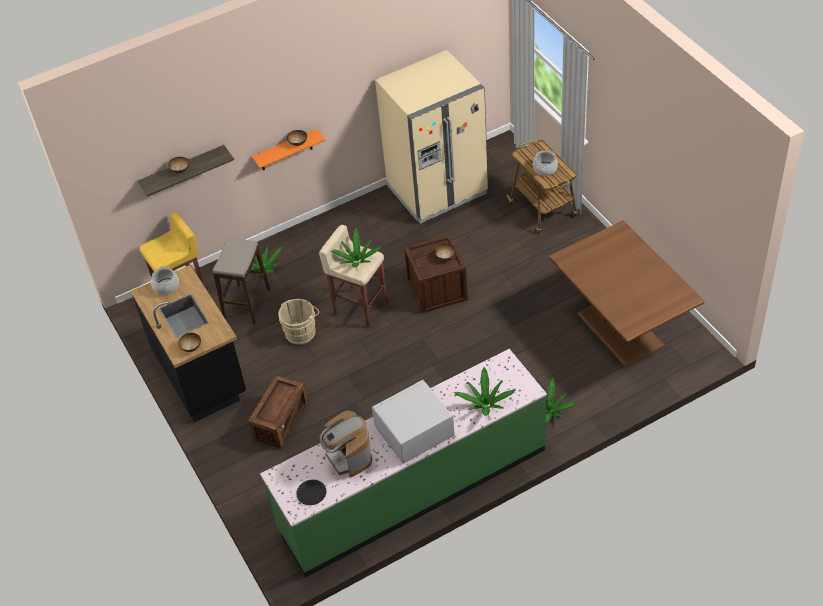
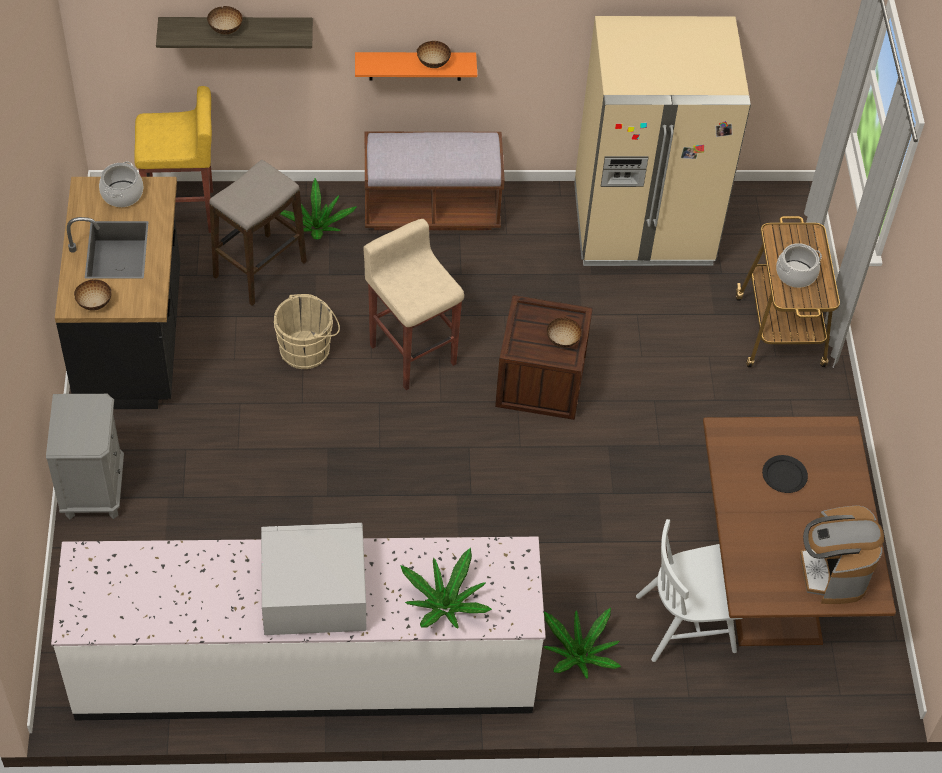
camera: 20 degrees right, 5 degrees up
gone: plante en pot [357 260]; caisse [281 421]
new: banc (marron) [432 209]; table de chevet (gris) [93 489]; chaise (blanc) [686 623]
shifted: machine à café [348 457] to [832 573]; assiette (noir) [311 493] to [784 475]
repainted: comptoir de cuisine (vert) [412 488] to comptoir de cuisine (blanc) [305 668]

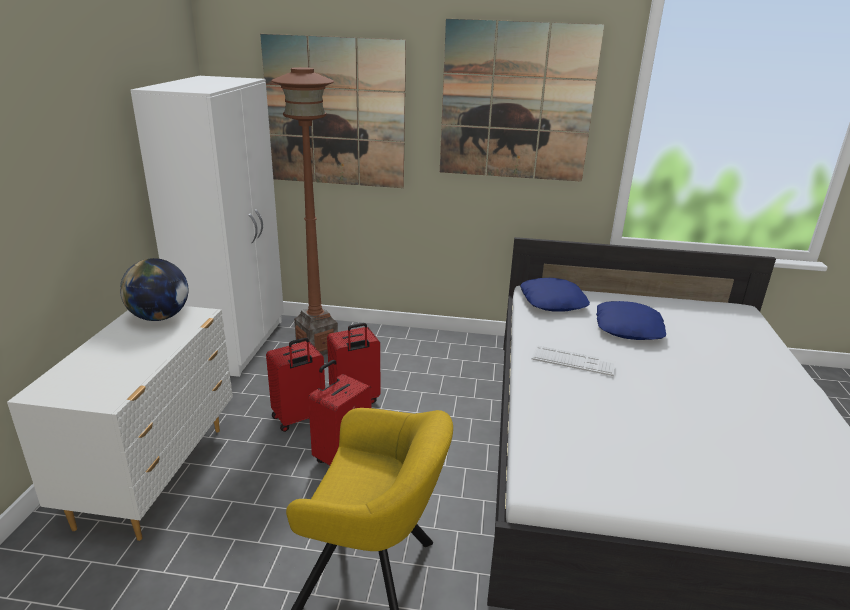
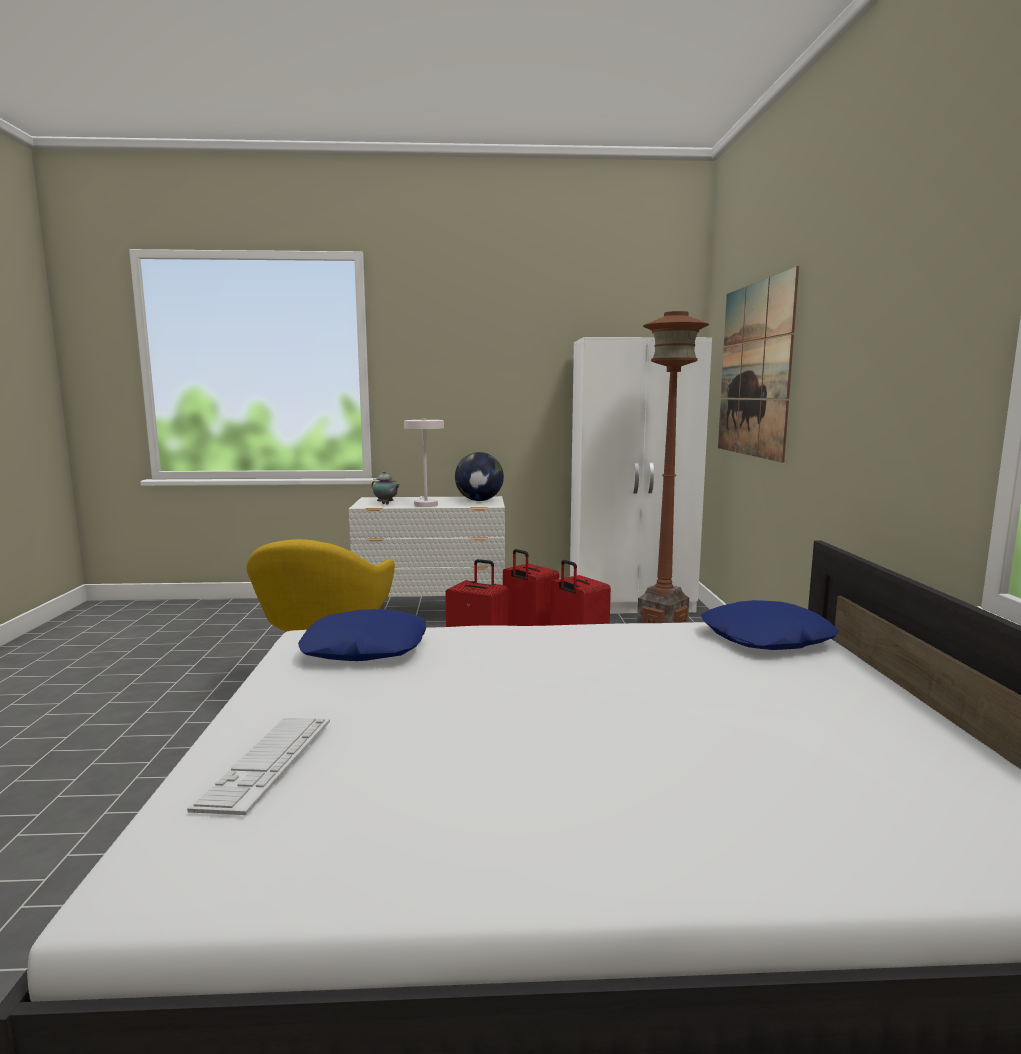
camera: 80 degrees right, 15 degrees down
gone: tableau [516 102]
new: lampe de table (blanc) [425 504]; théière [386 504]
shifted: coussin (bleu) [629 328] to [365 649]; clavier [573 361] to [267 763]

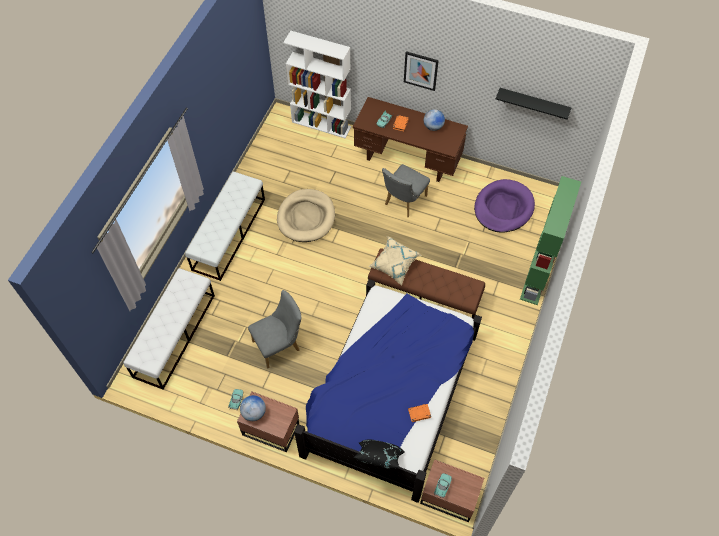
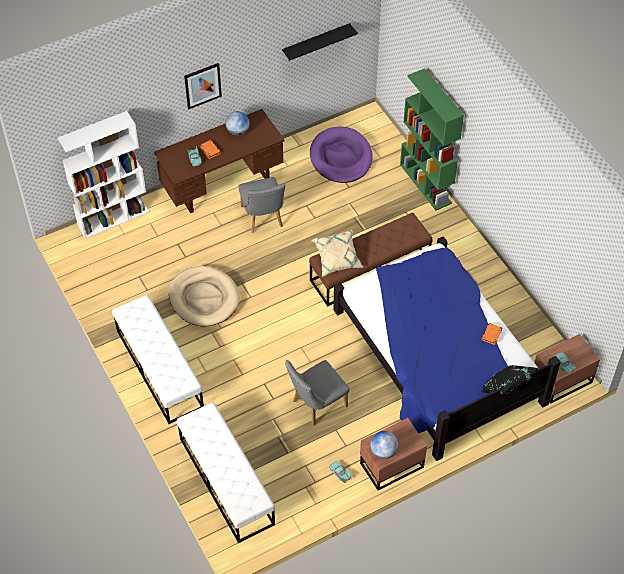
camera: 50 degrees left, 5 degrees down
rotated: chaise (gris) [279 345] = [316 405] 135 degrees counterclockwise

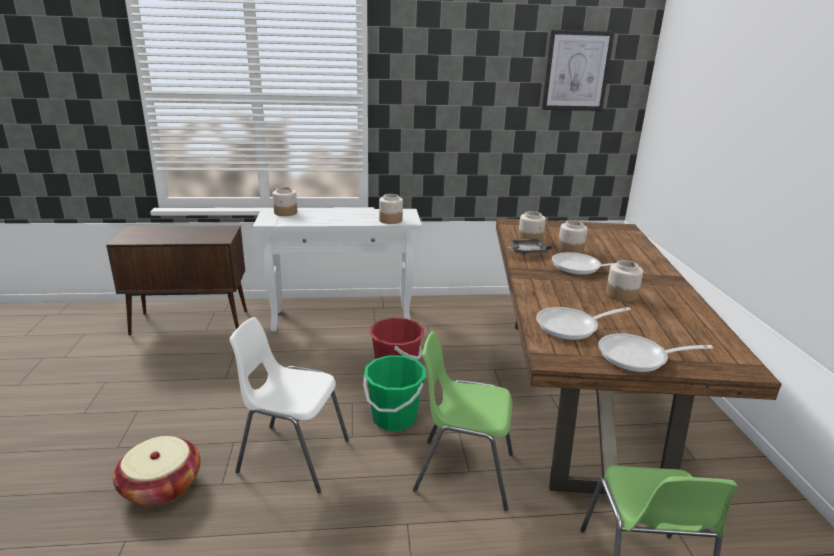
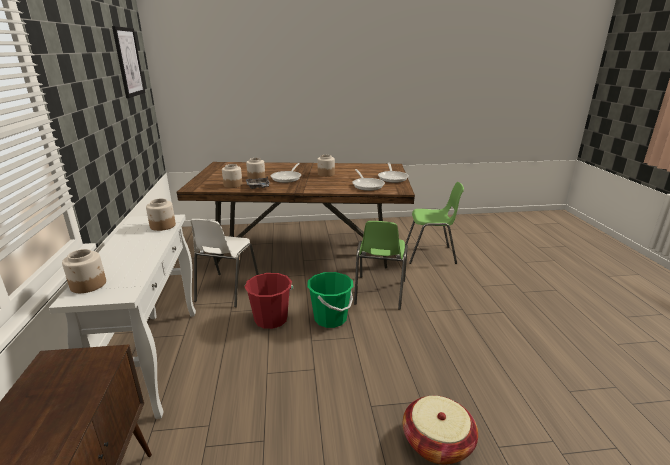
camera: 90 degrees left, 0 degrees up
shifted: chaise (blanc) [293 456] to [227 290]

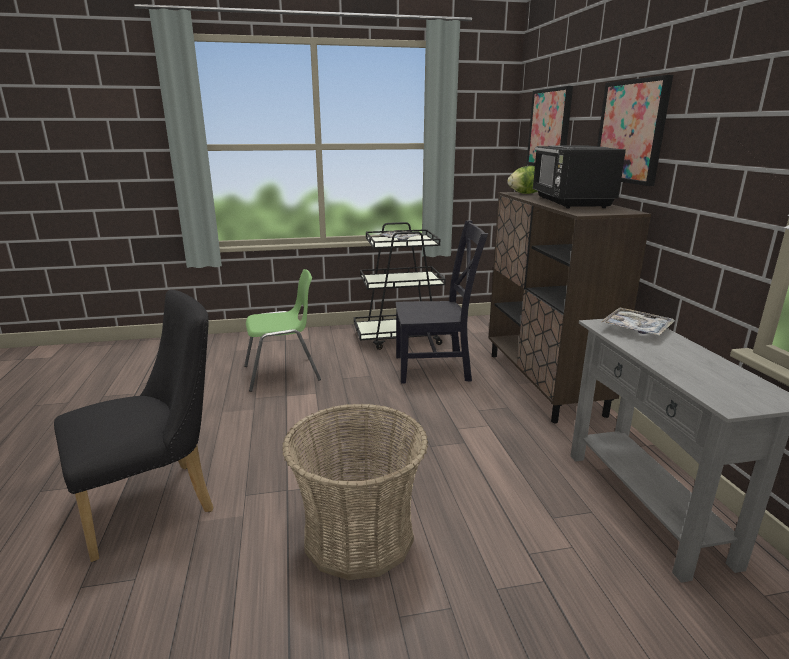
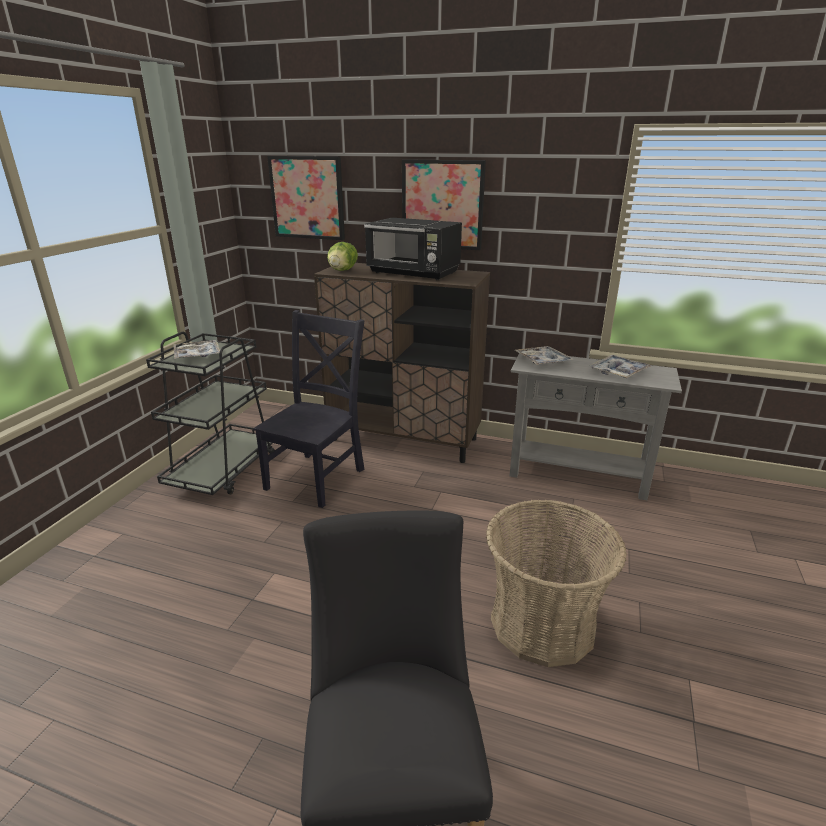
camera: 60 degrees left, 5 degrees up
gone: chaise (vert) [283 373]
new: plateau [618 372]

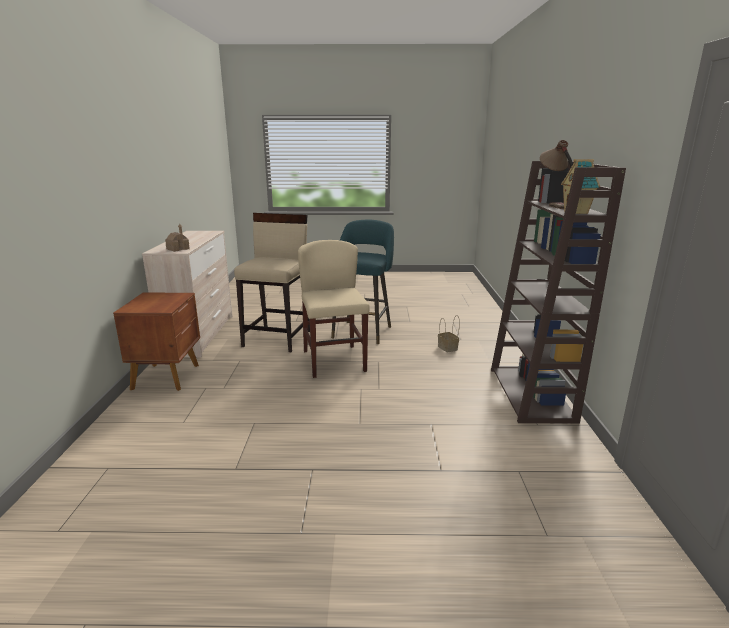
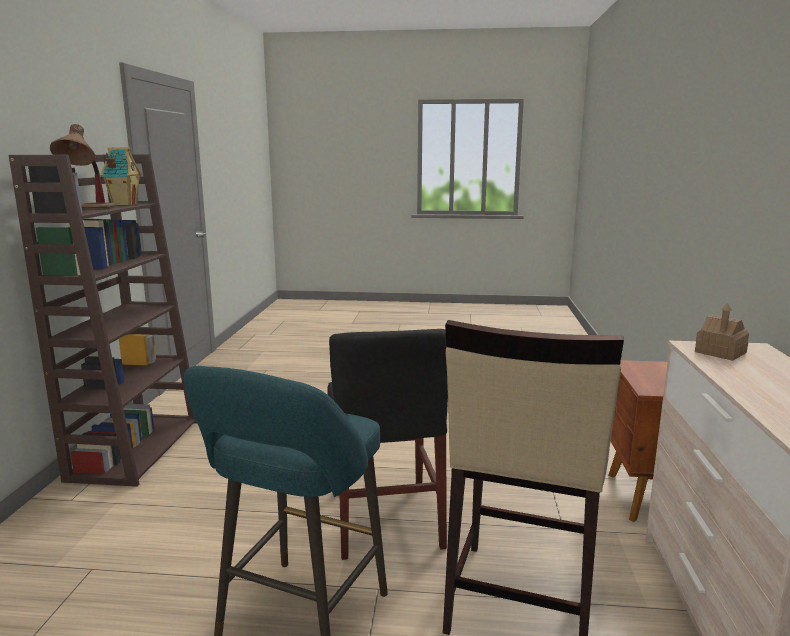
camera: 175 degrees left, 5 degrees down
gone: panier [448 348]
repainted: chaise (beige) [334 361] to chaise (noir) [385 518]

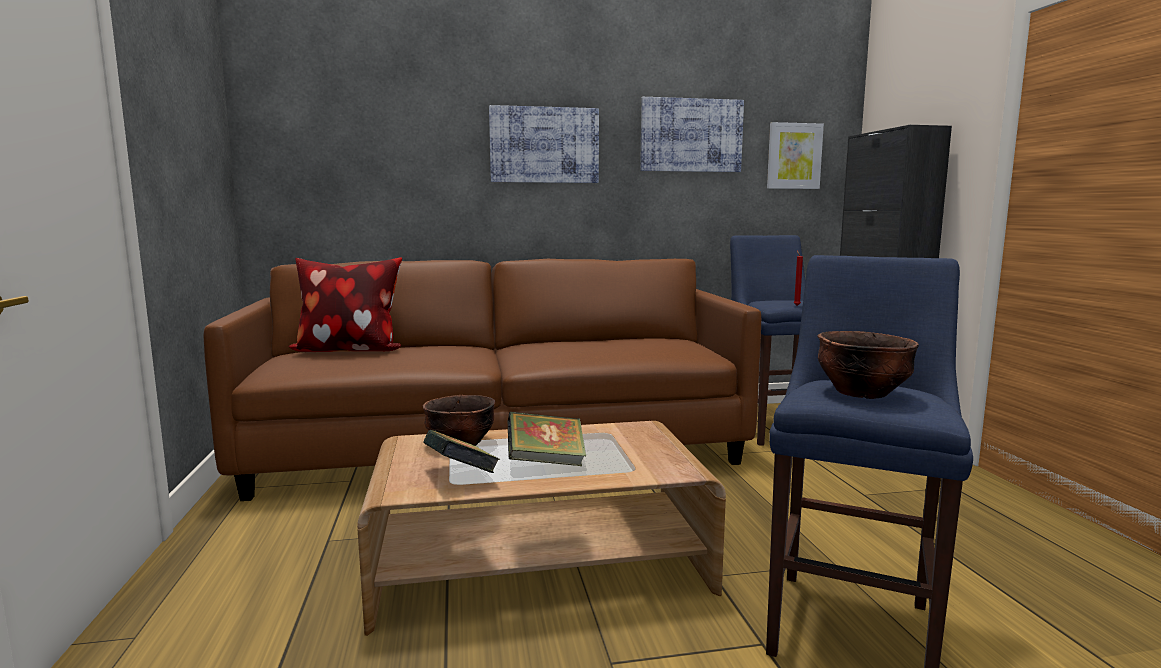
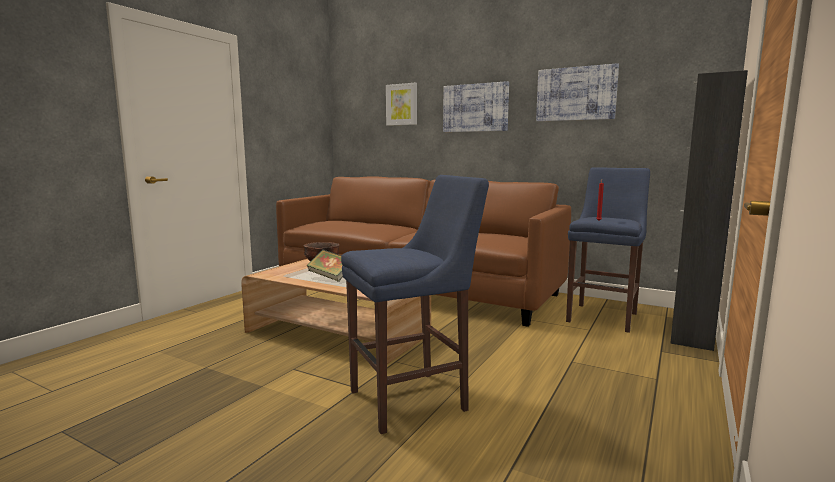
camera: 40 degrees right, 0 degrees up
gone: coussin [348 351]; bol (marron) [861 393]; livre [461 476]
shifted: tableau [794 156] to [401 104]

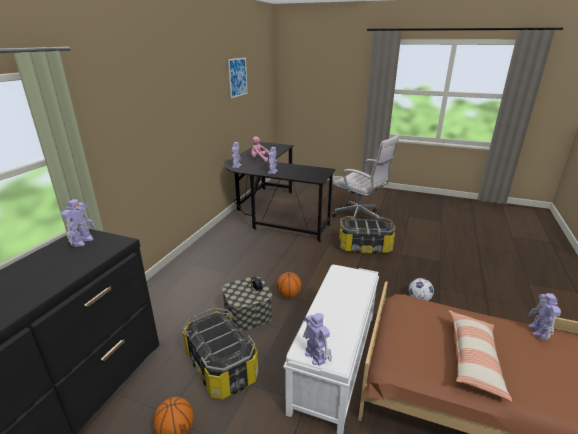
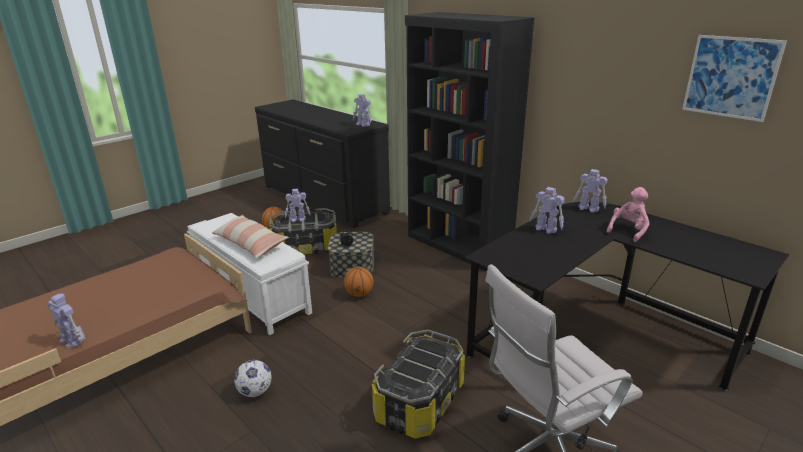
camera: 115 degrees right, 0 degrees up
new: bibliothèque (noir) [458 245]
shifted: coussin [474 359] to [250 244]; robot jouet [315 355] to [298 219]

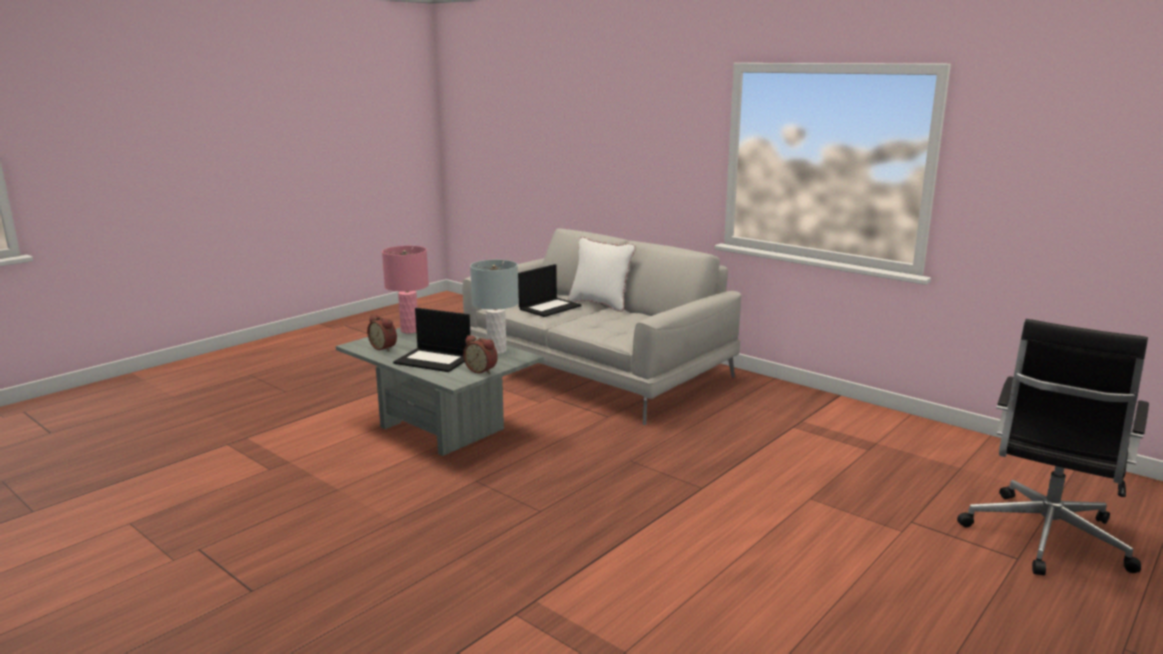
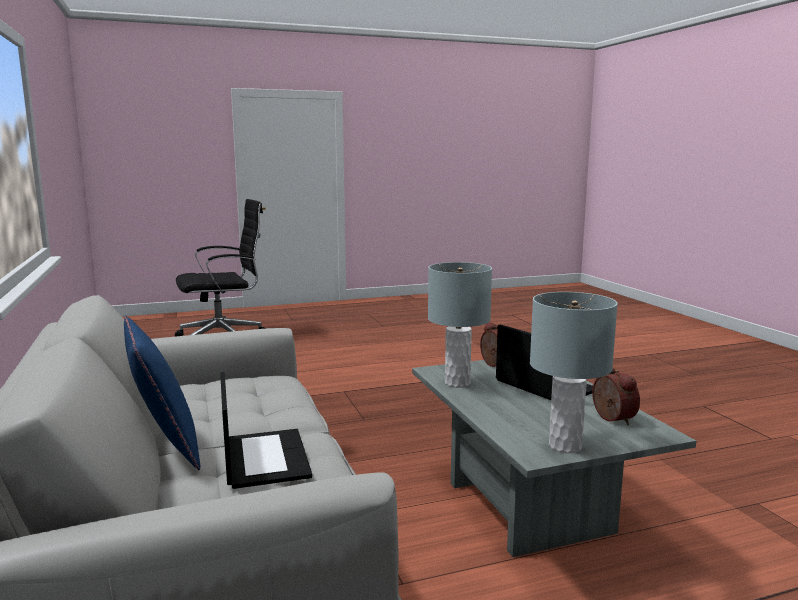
camera: 150 degrees left, 5 degrees down
repainted: coussin (blanc) [600 304] to coussin (bleu) [165 449]; lampe de table (rose) [409 330] to lampe de table (gris) [565 446]
rotated: ordinateur portable [550 307] = [264 458] 90 degrees clockwise

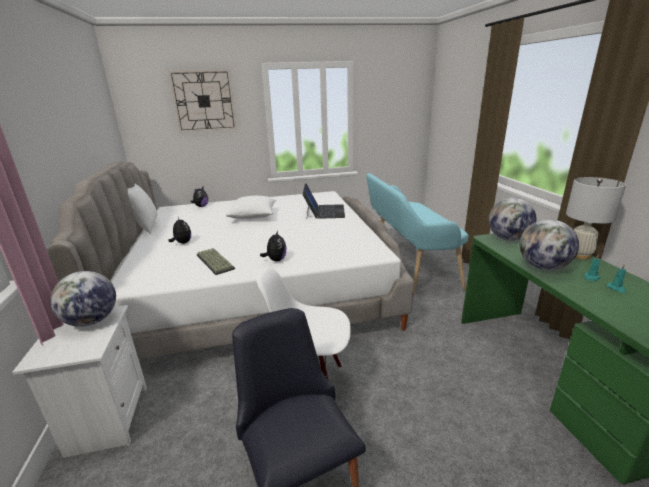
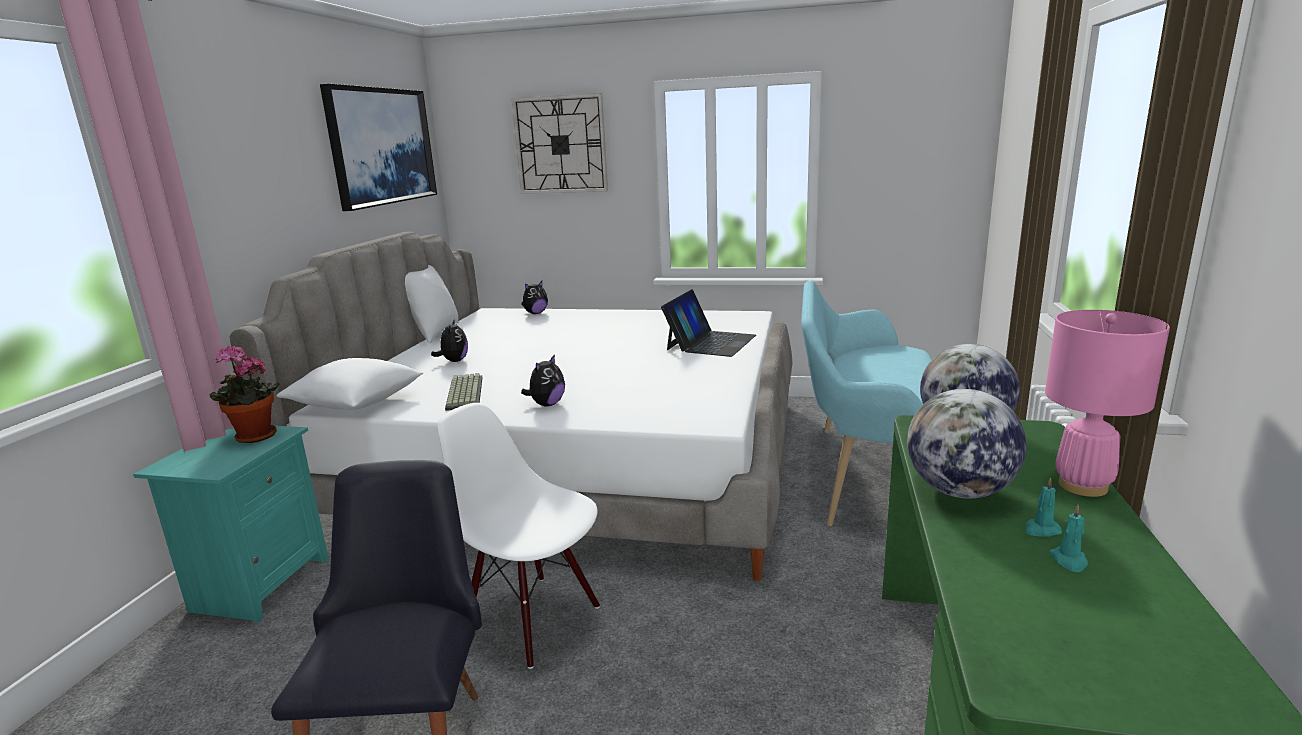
camera: 25 degrees right, 5 degrees down
new: tableau [381 146]
shifted: coussin (blanc) [253 216] to [356 404]
swapped: globe [92 321] to plante en pot [253 438]
repainted: lampe de table (blanc) [579 255] to lampe de table (rose) [1083 486]; table de chevet (blanc) [107 420] to table de chevet (turquoise) [259 584]

